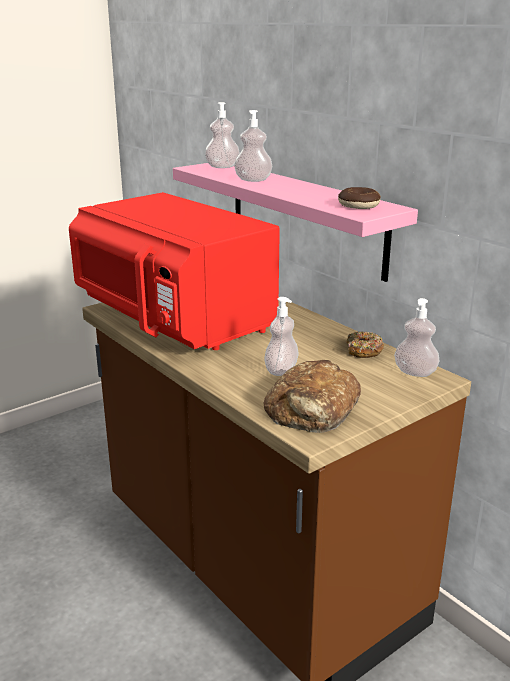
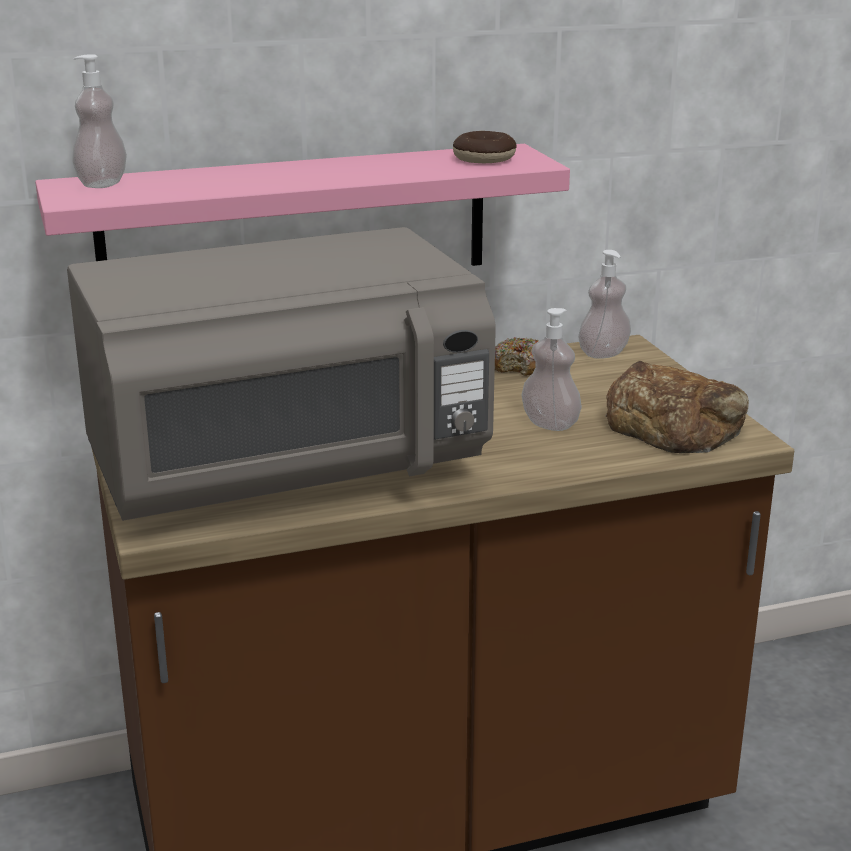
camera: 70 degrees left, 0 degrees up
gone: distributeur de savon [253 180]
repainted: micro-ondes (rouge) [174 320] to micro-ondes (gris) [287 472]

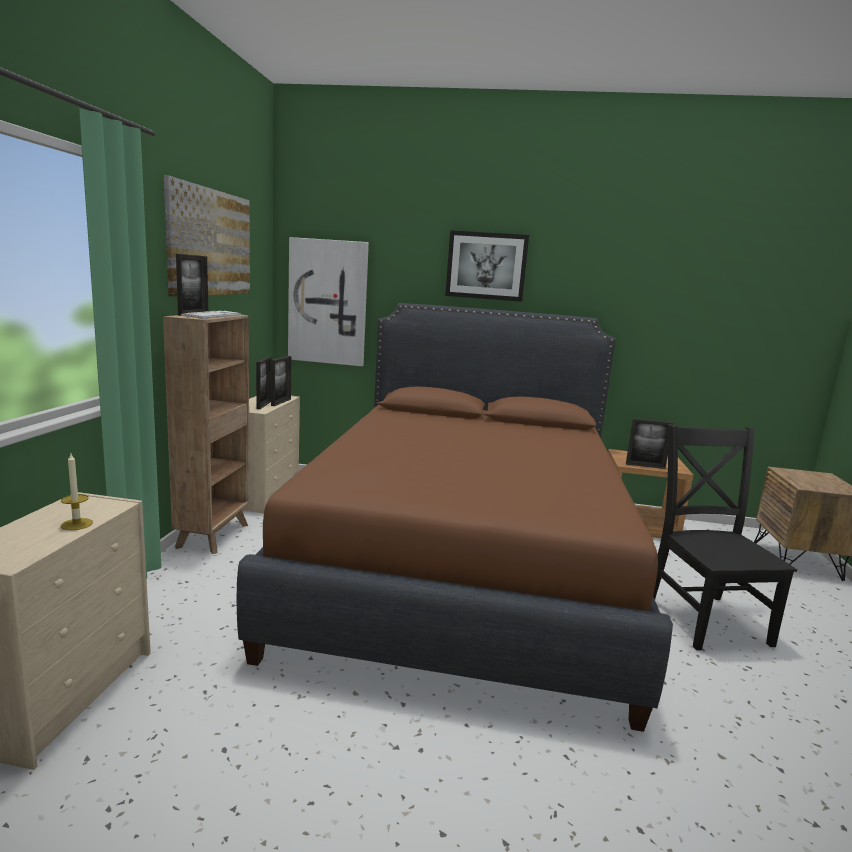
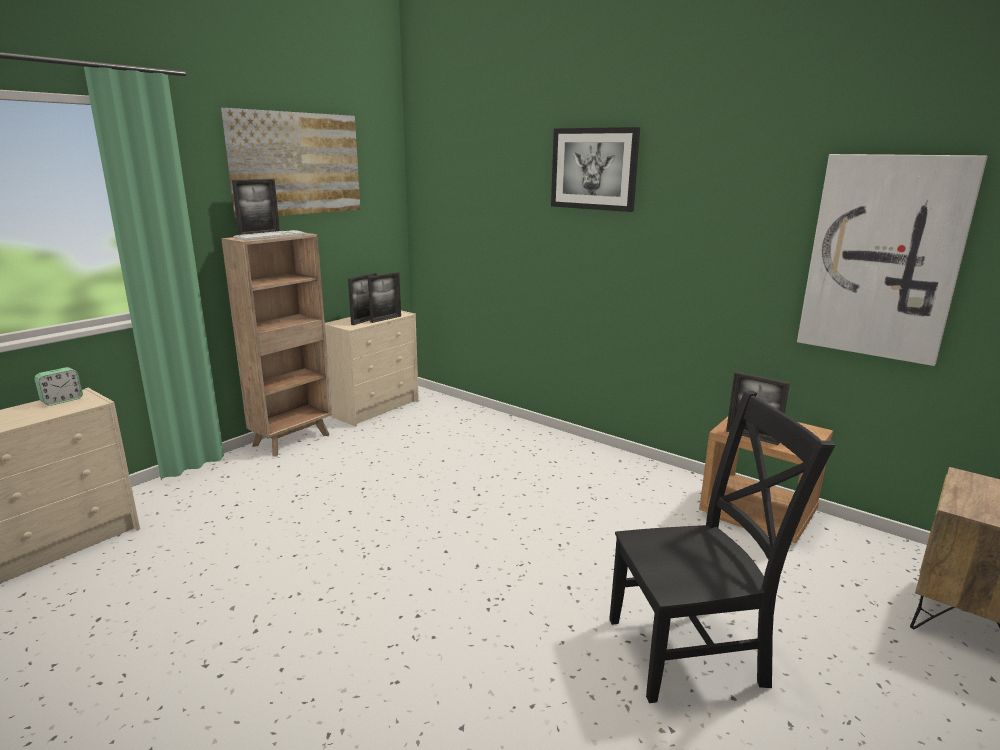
camera: 30 degrees right, 5 degrees up
gone: lit (marron) [464 564]; bougie [77 524]
new: réveil [62 400]
shifted: tableau [328 302] to [883 258]
rotated: chaise (noir) [704 617] = [692 651] 60 degrees clockwise

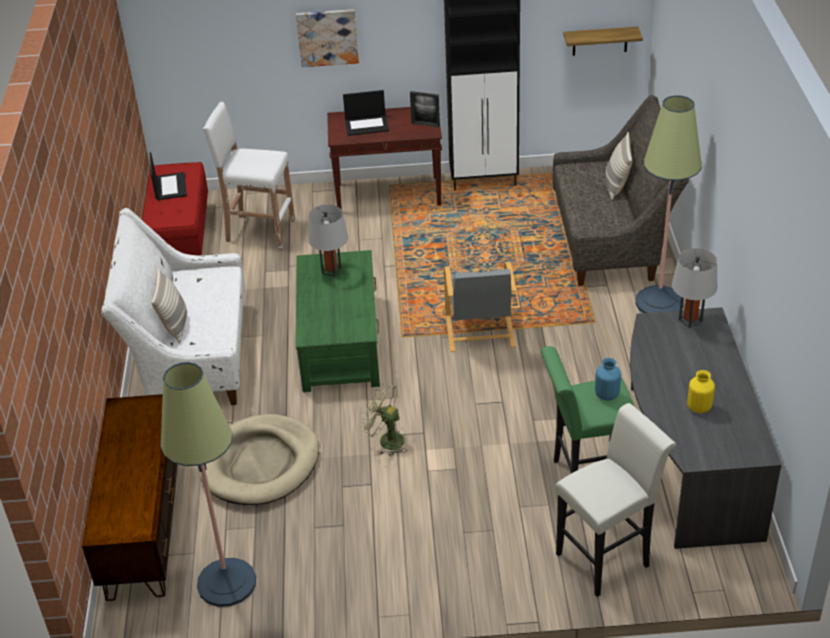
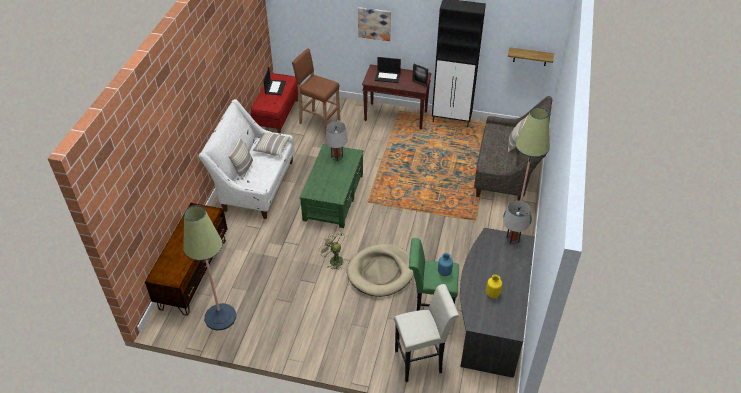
camera: 15 degrees right, 5 degrees up
gone: fauteuil (gris) [479 332]
new: coussin [271 148]
shifted: panier pour chien (beige) [260 464] to [381 272]
repainted: tabouret (blanc) [259 231] to tabouret (marron) [318 121]

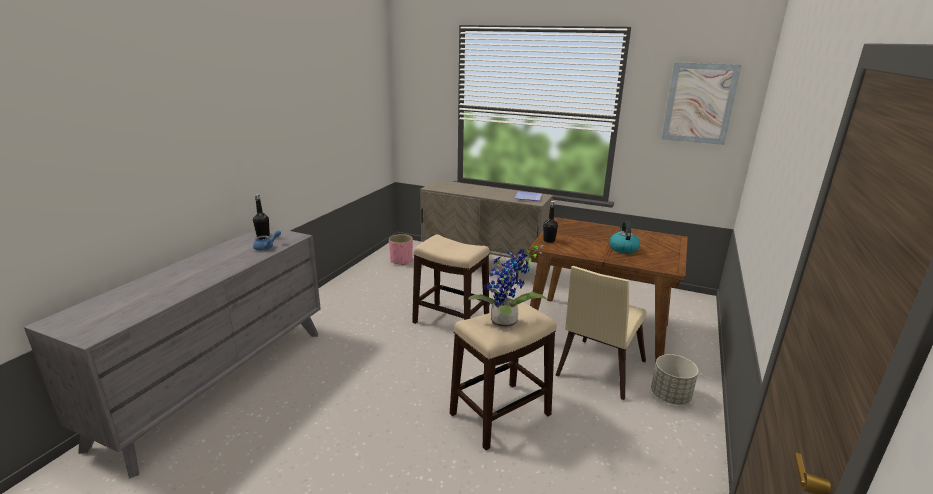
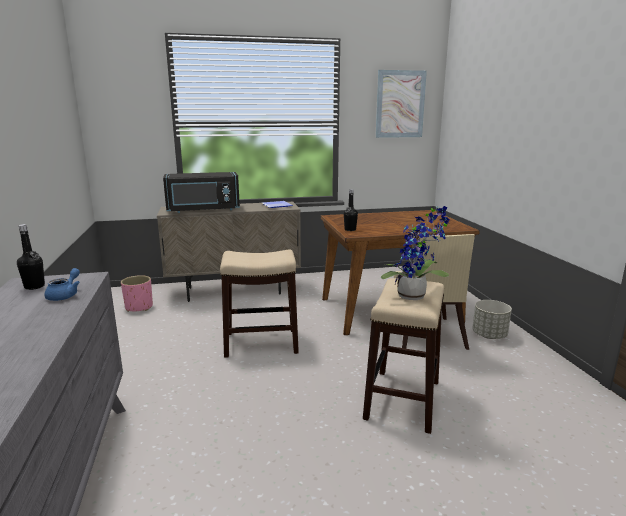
camera: 35 degrees left, 5 degrees down
gone: bouilloire [623 248]
new: micro-ondes (noir) [203 210]

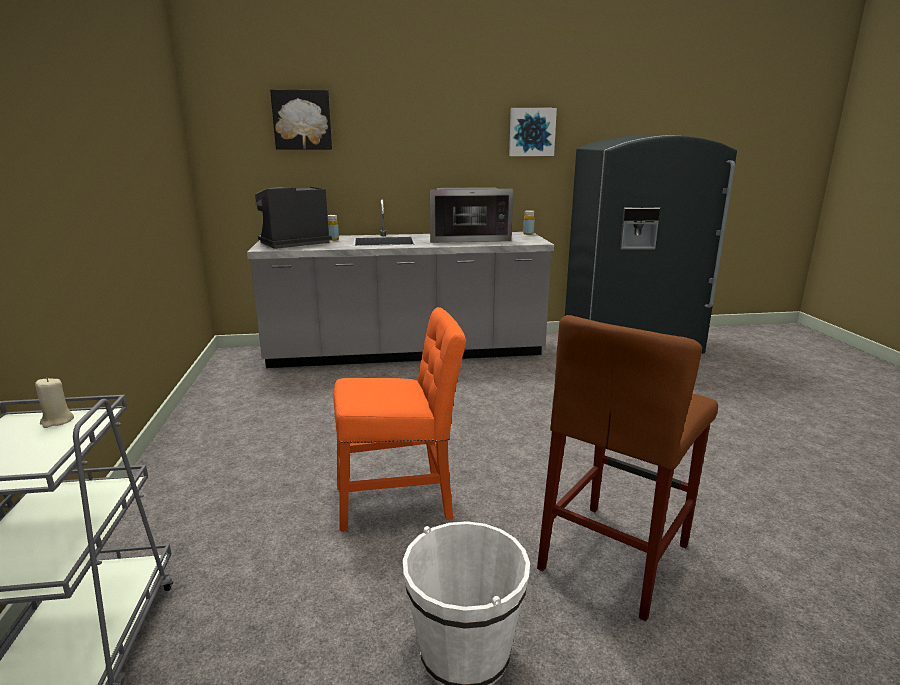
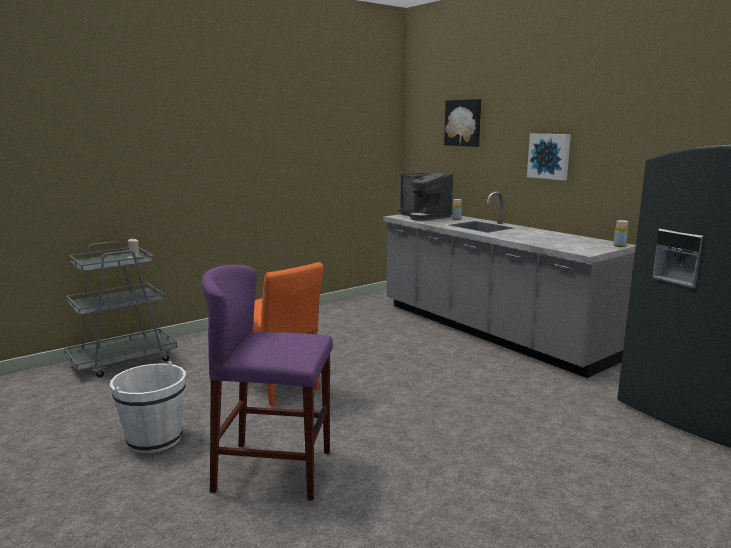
camera: 60 degrees right, 5 degrees down
gone: micro-ondes [468 238]
shifted: tableau [531 132] to [549 156]
repainted: tabouret (marron) [615 556] to tabouret (violet) [274 470]
rotated: machine à café [292 243] = [424 216] 150 degrees counterclockwise

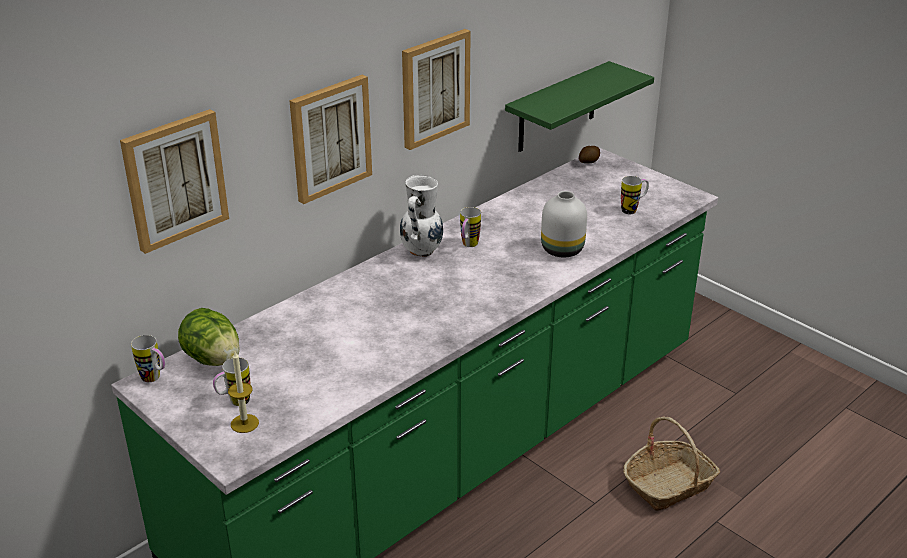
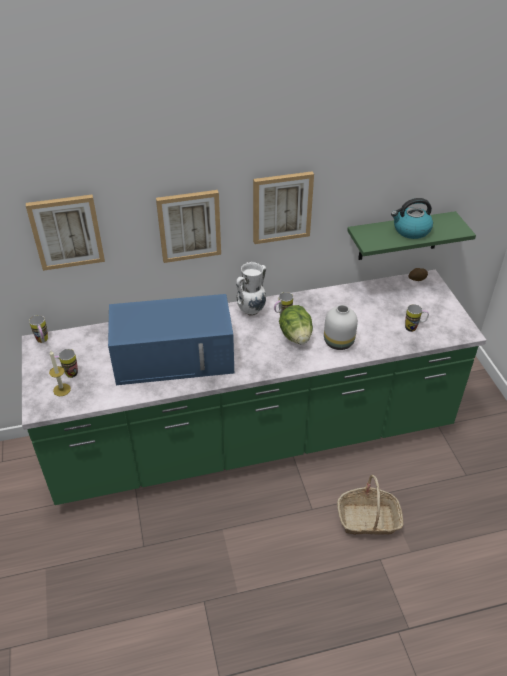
camera: 30 degrees right, 10 degrees up
new: bouilloire [411 230]; micro-ondes (bleu) [176 357]
shifted: laitue [213 359] to [296 336]

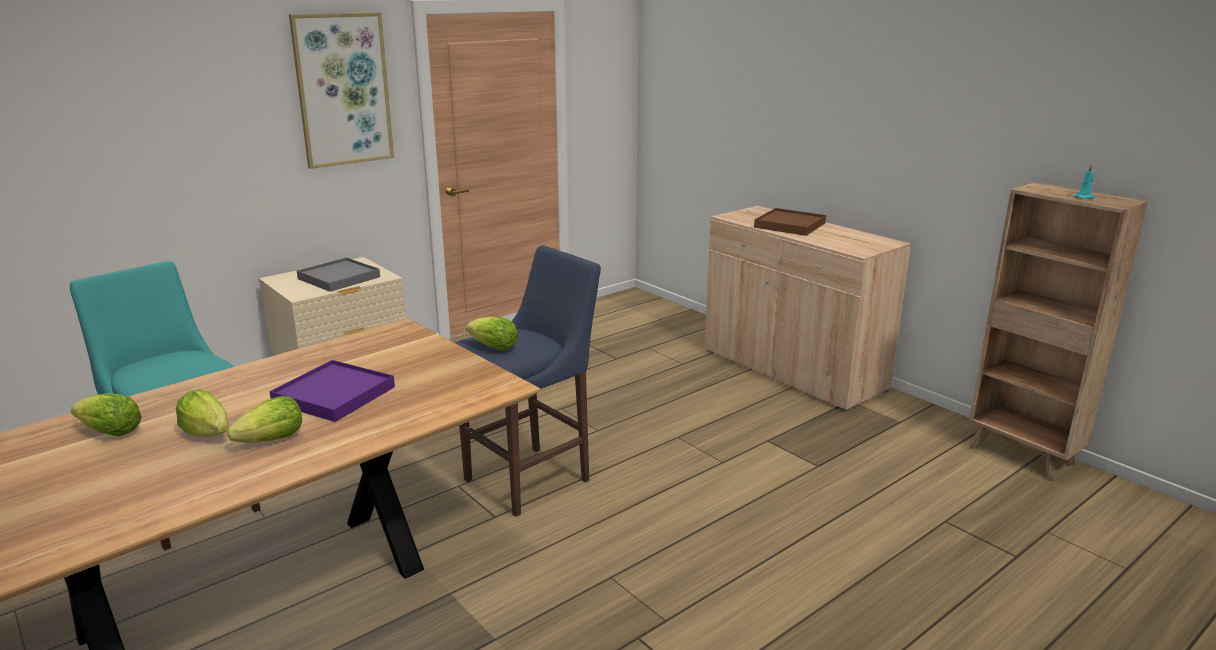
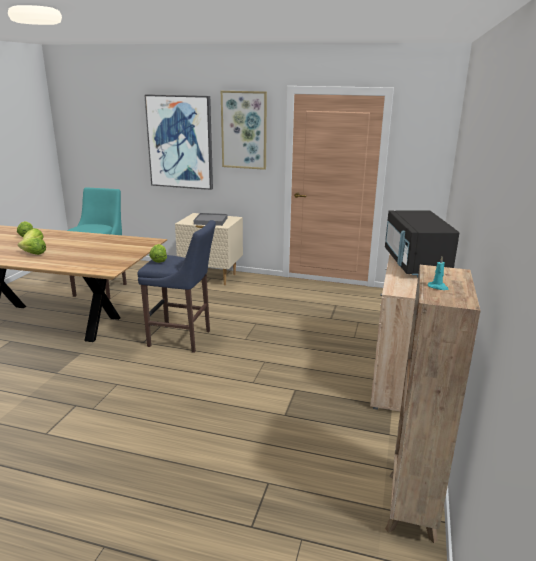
camera: 55 degrees right, 0 degrees up
gone: plateau (violet) [334 395]
new: tableau [180 142]
swapped: plateau (marron) [790 225] to micro-ondes (noir) [415 264]

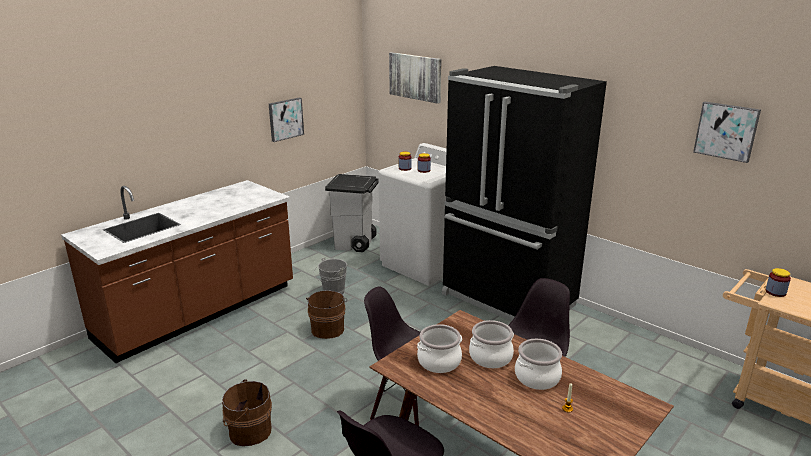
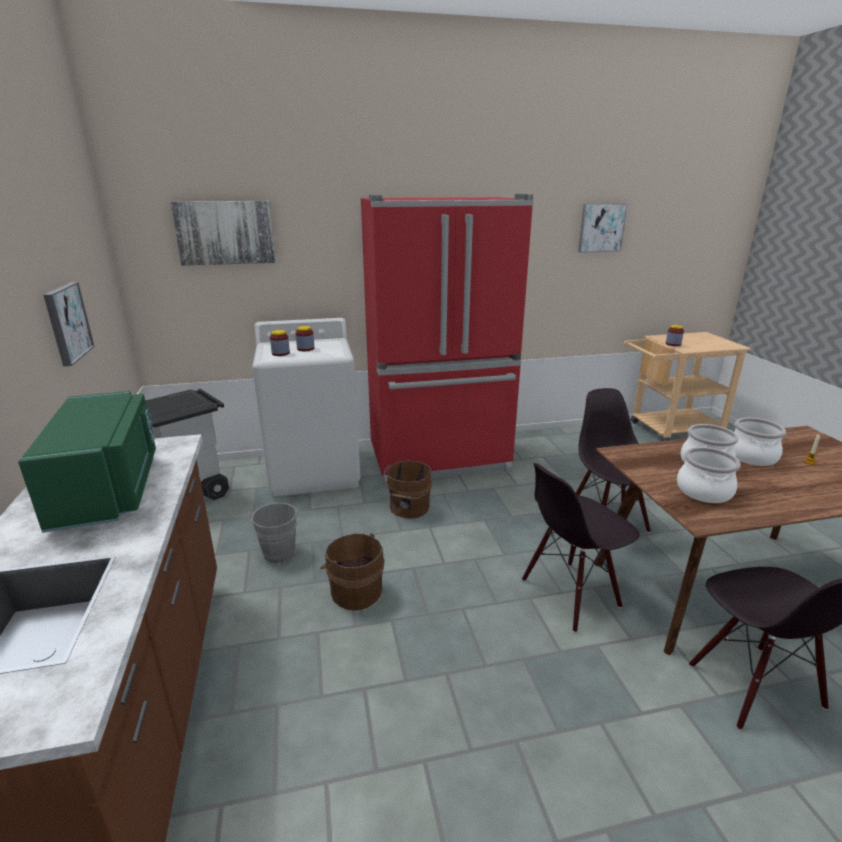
camera: 55 degrees left, 0 degrees up
new: micro-ondes (vert) [110 488]
shifted: seau (marron) [248 431] to [408 508]
repainted: réfrigérateur (noir) [507 301] to réfrigérateur (rouge) [440 460]

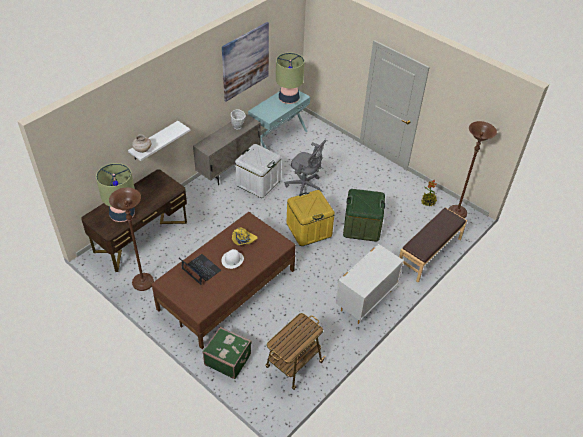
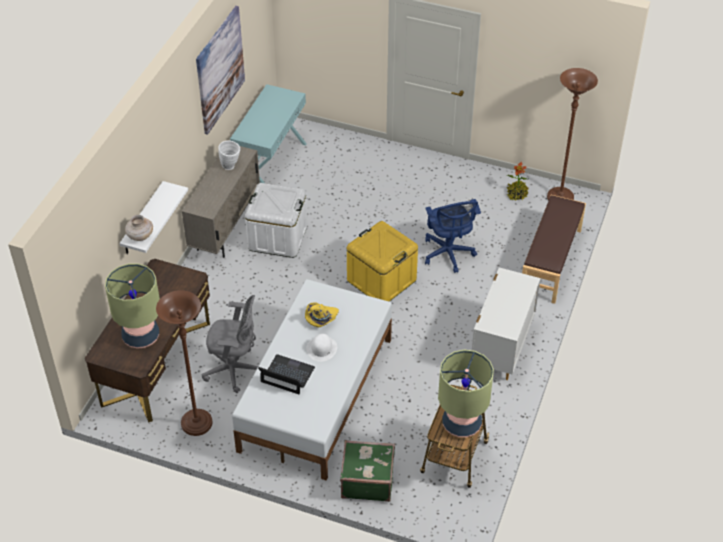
camera: 20 degrees left, 0 degrees up
shifted: lampe de table [288 99] to [461 423]; chaise de bureau (gris) [305 186] to [235 370]
swapped: boîte de rangement (vert) [362 227] to chaise de bureau (bleu) [448 254]
repainted: lit (marron) [226 289] to lit (blanc) [315 394]

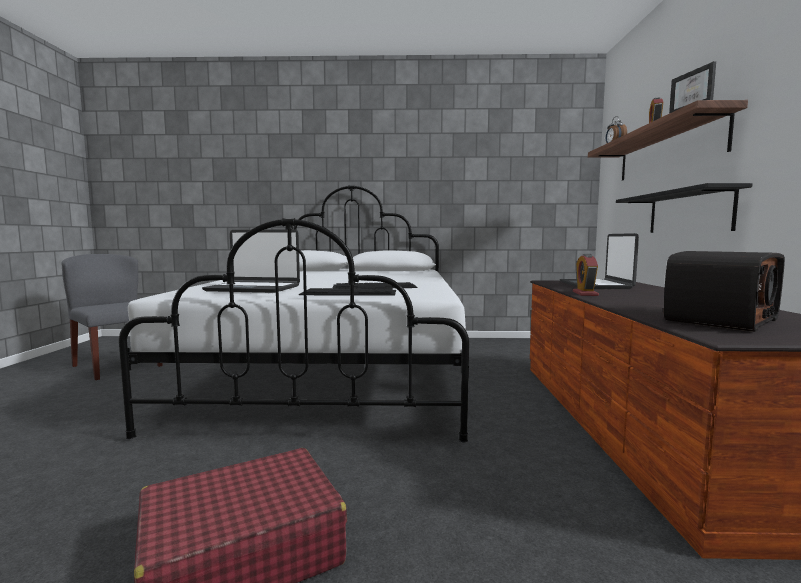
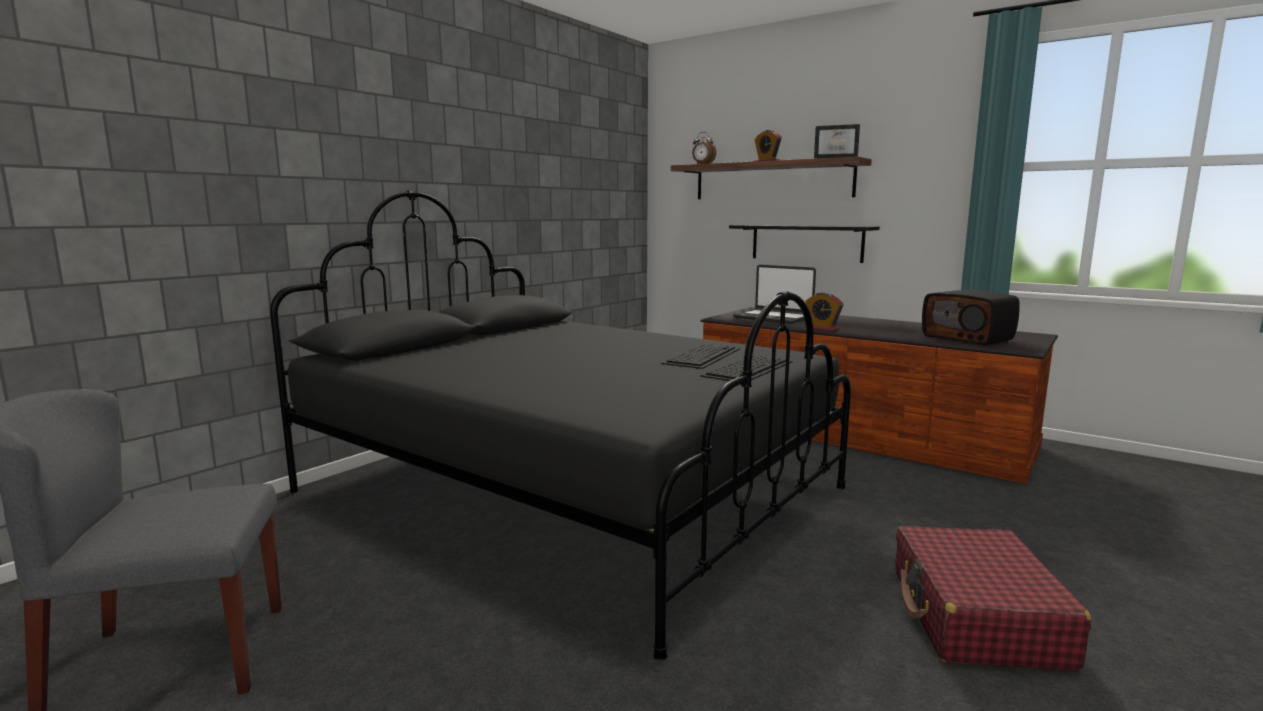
camera: 55 degrees left, 5 degrees up
gone: ordinateur portable [254 288]
repainted: lit (blanc) [335 372] to lit (noir) [569 491]
rotated: radio [718 319] = [968 338] 150 degrees clockwise

